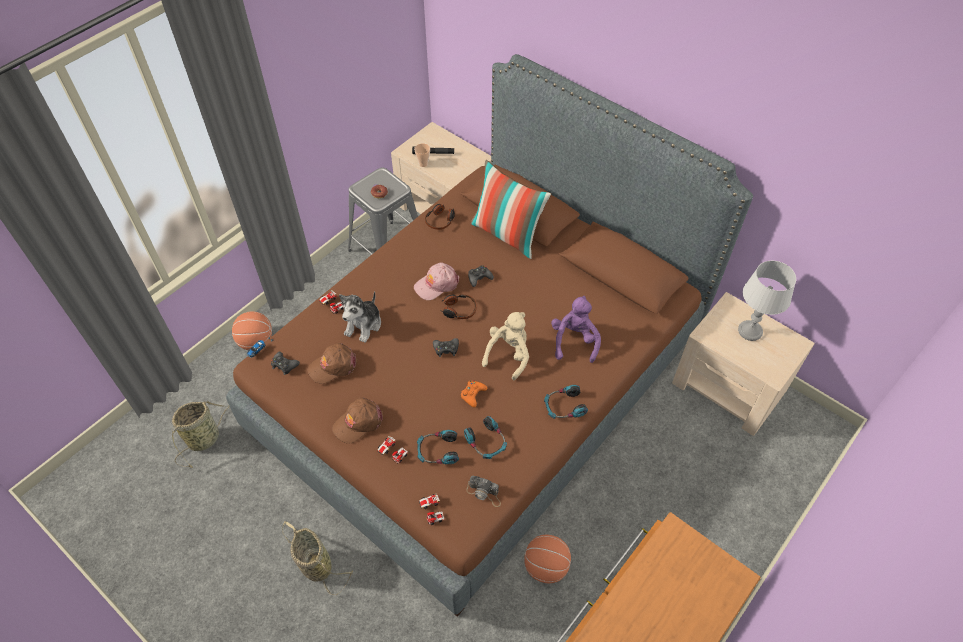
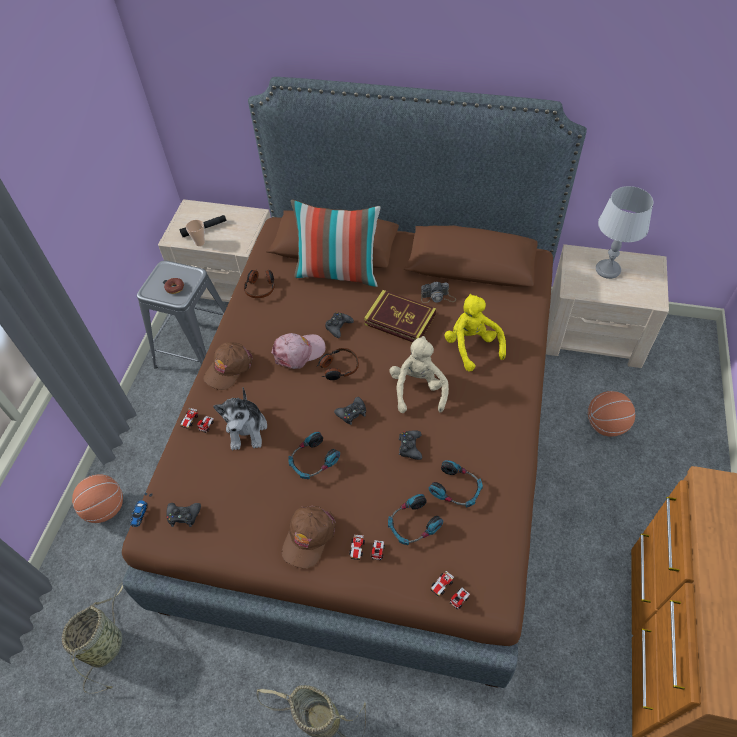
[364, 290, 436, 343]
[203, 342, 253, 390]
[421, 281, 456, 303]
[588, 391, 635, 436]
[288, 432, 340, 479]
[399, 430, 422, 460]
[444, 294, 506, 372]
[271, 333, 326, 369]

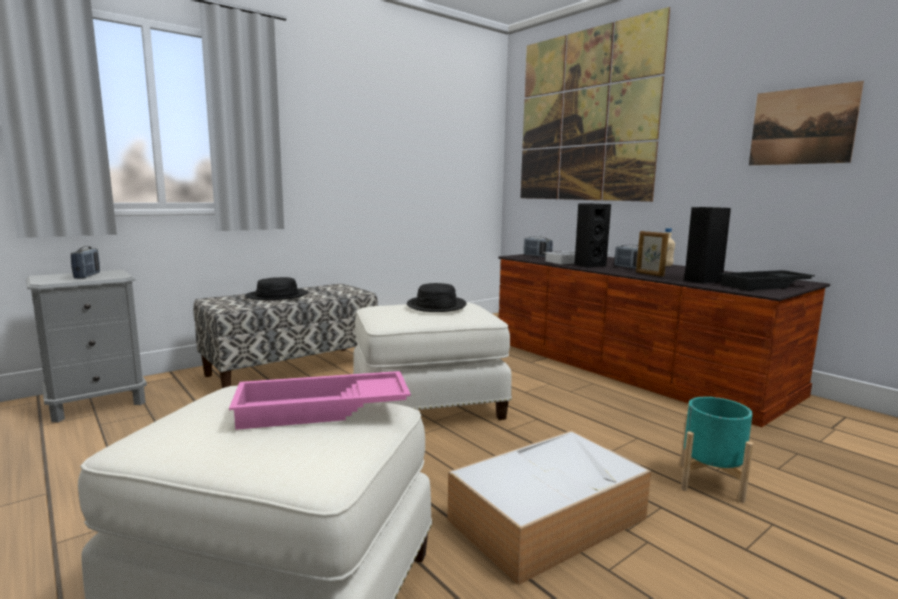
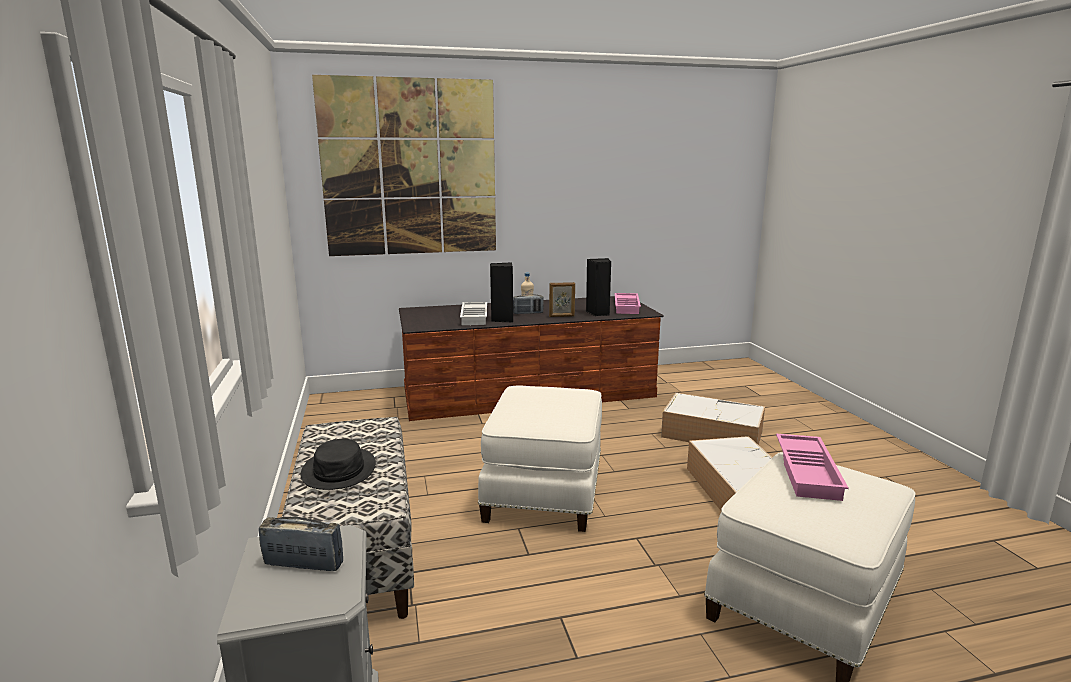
[407, 283, 467, 312] (first image)
[524, 236, 553, 257] (first image)
[749, 81, 864, 165] (first image)
[661, 393, 765, 445]
[615, 293, 641, 314]

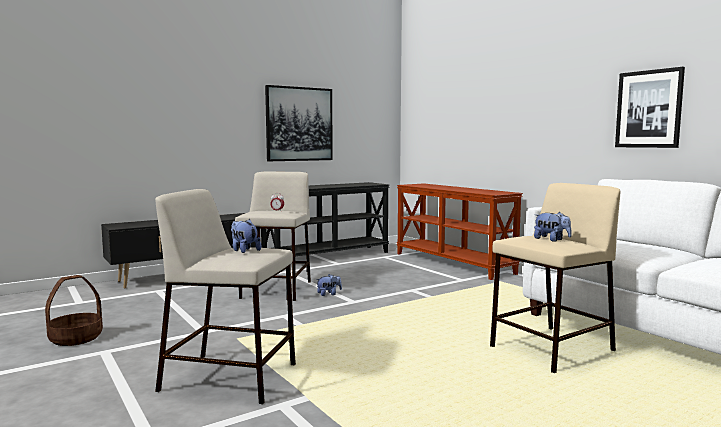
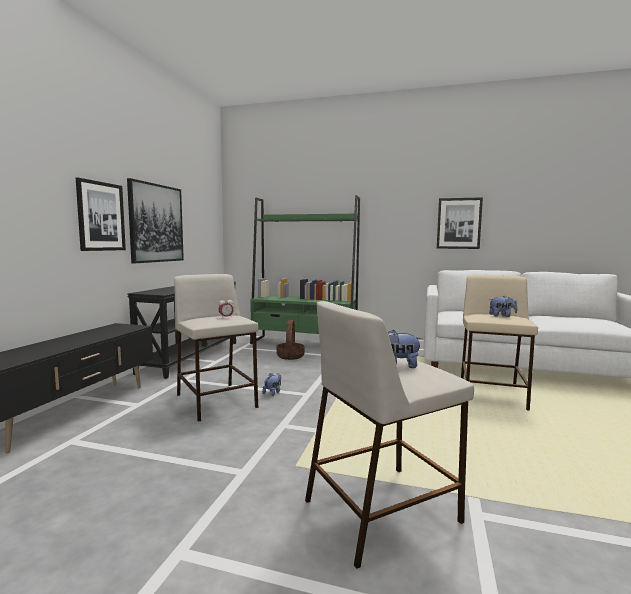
[76, 178, 126, 251]
[276, 320, 305, 360]
[250, 195, 360, 344]

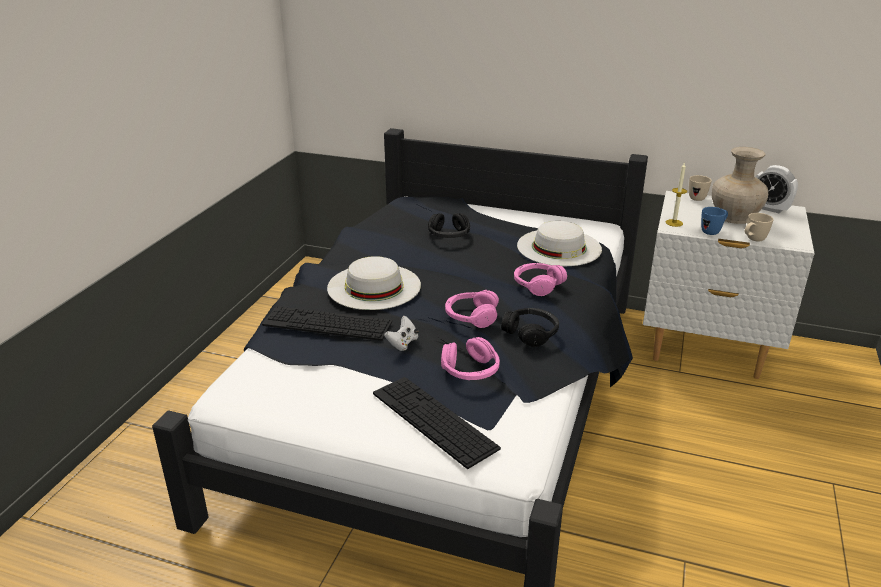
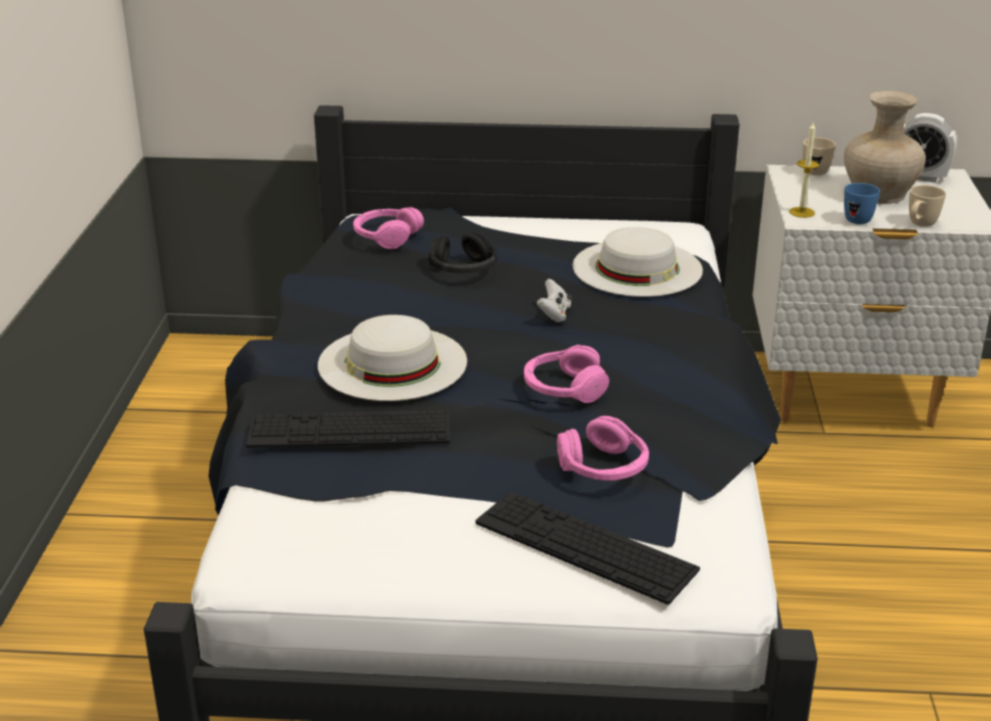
[501, 308, 559, 347] (first image)
[537, 279, 572, 322]
[353, 207, 424, 249]

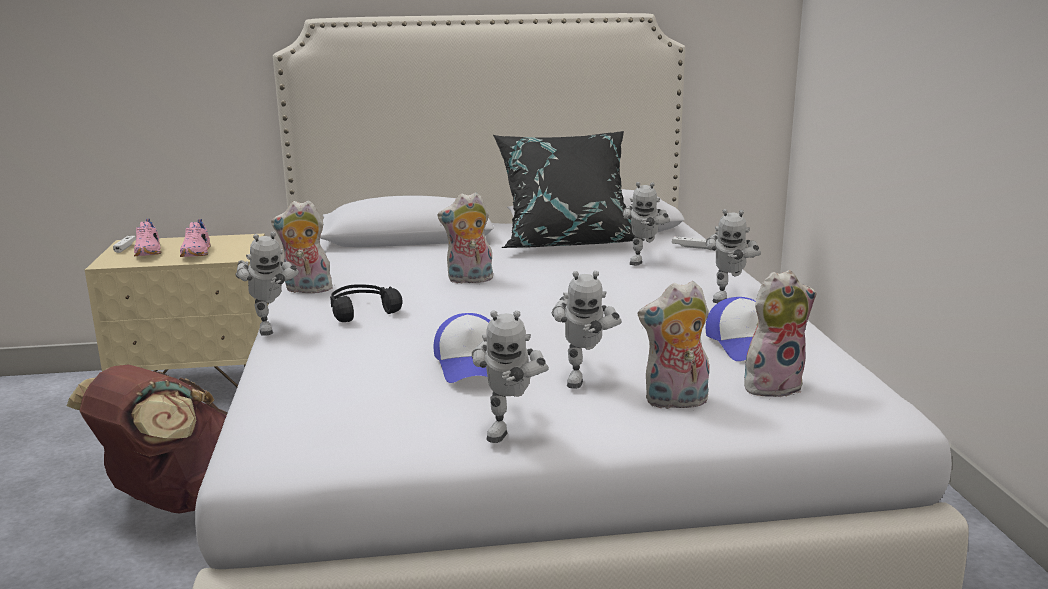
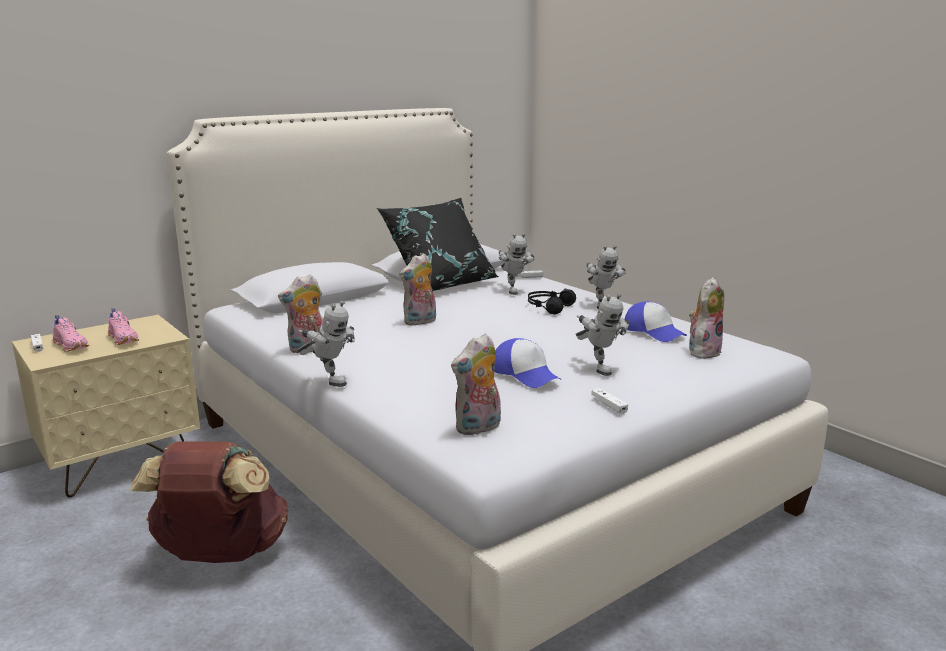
[528, 288, 576, 314]
[451, 334, 501, 435]
[591, 388, 628, 414]

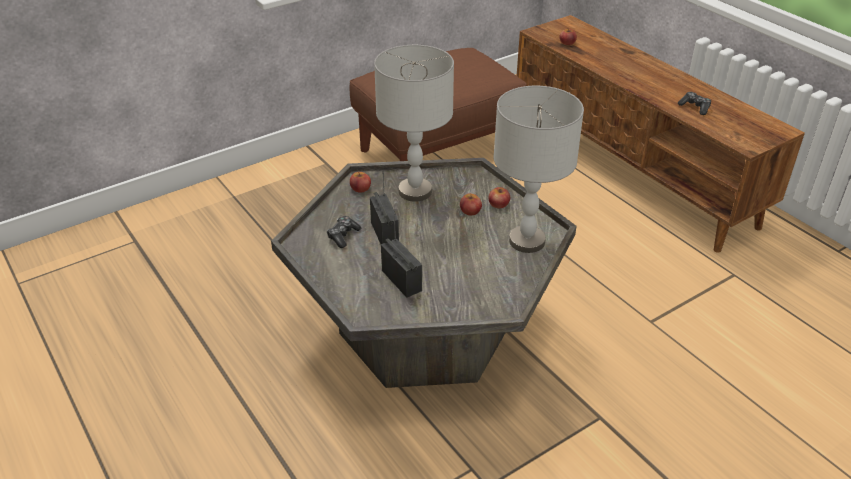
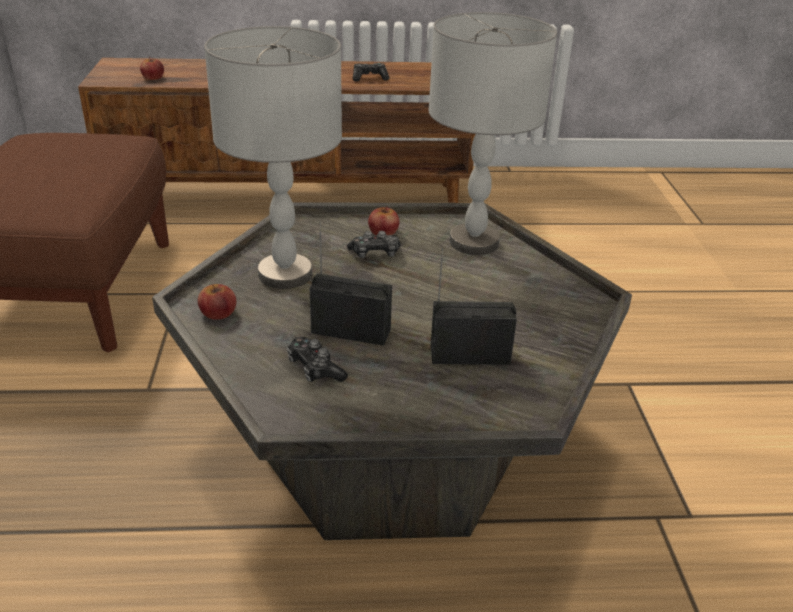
[347, 231, 401, 258]

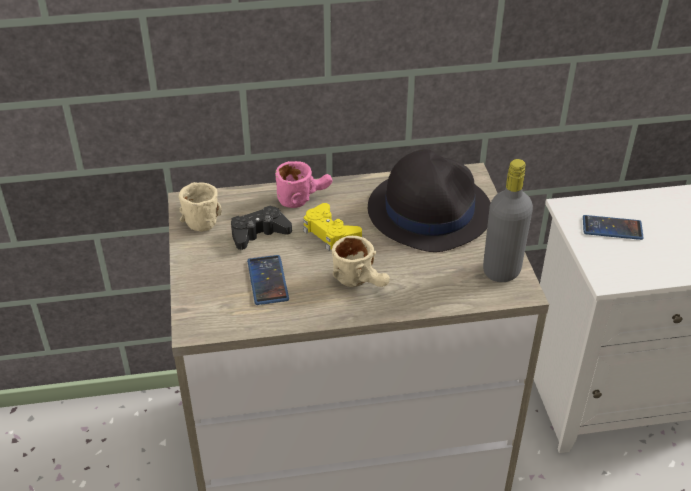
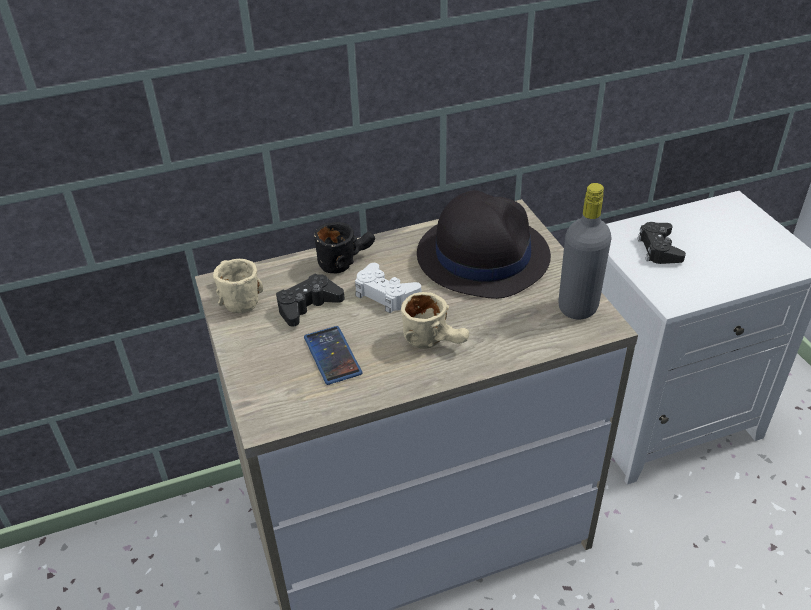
[637, 222, 686, 264]
[314, 222, 375, 274]
[355, 263, 421, 313]

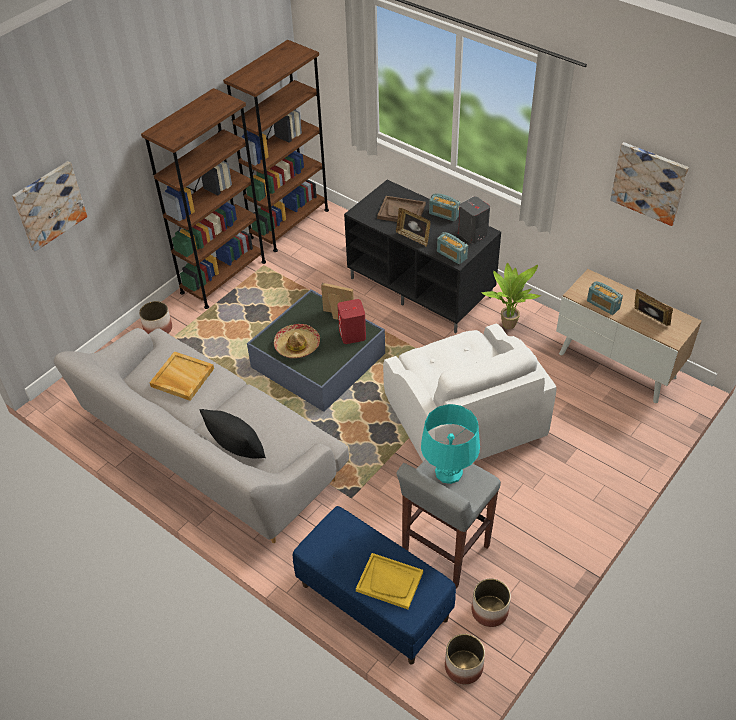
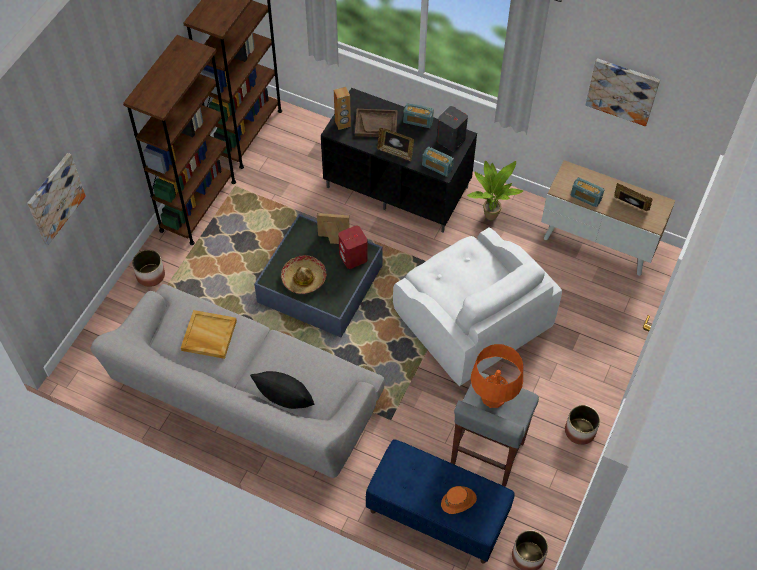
[334, 87, 351, 130]
[565, 405, 600, 445]
[441, 486, 477, 514]
[471, 344, 523, 408]

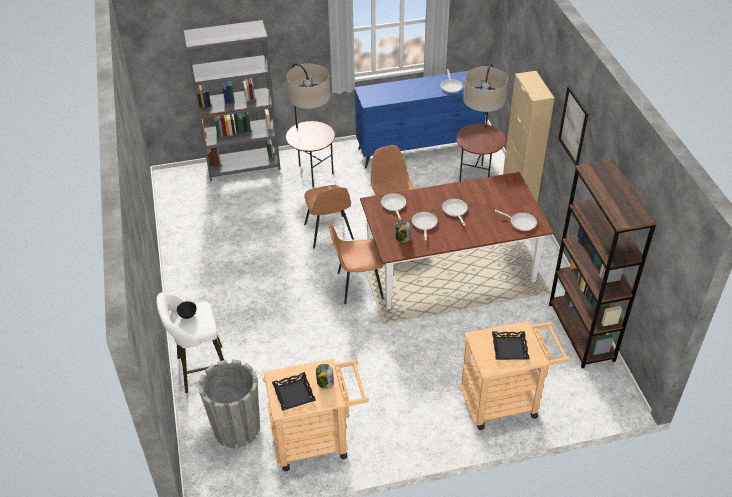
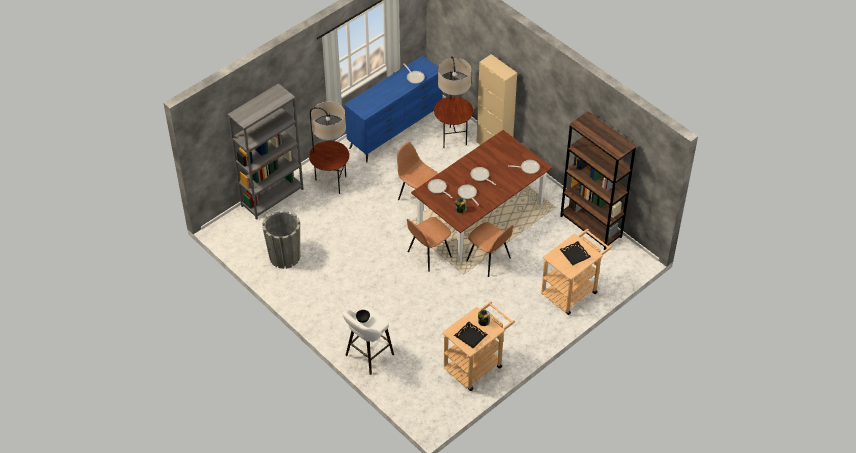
[558, 86, 589, 166] (first image)
[262, 210, 300, 269]
[466, 222, 514, 277]

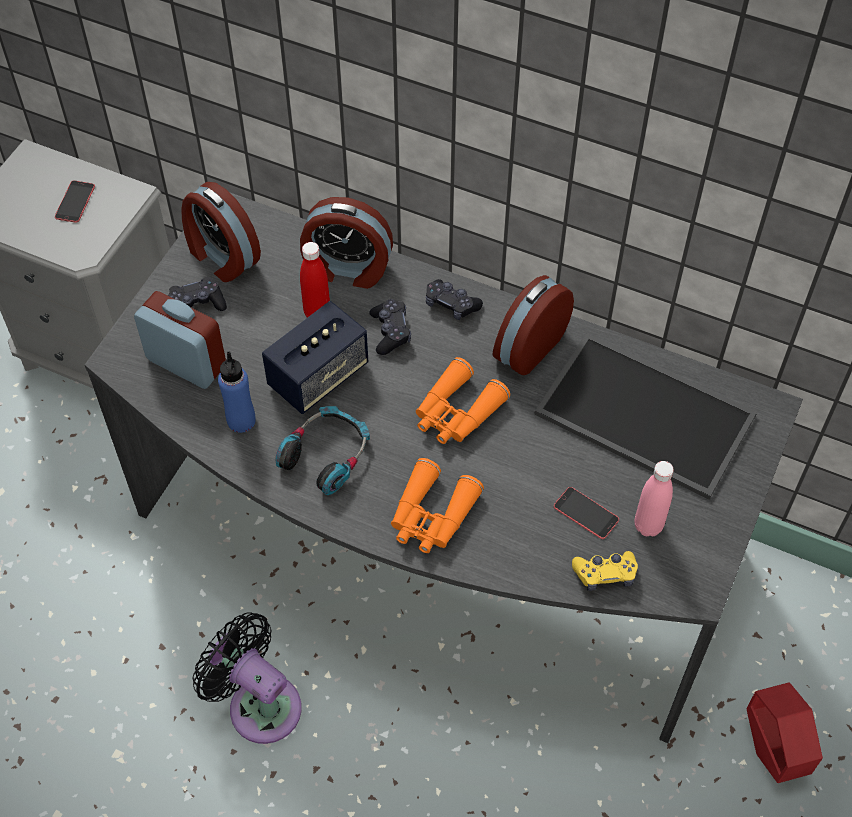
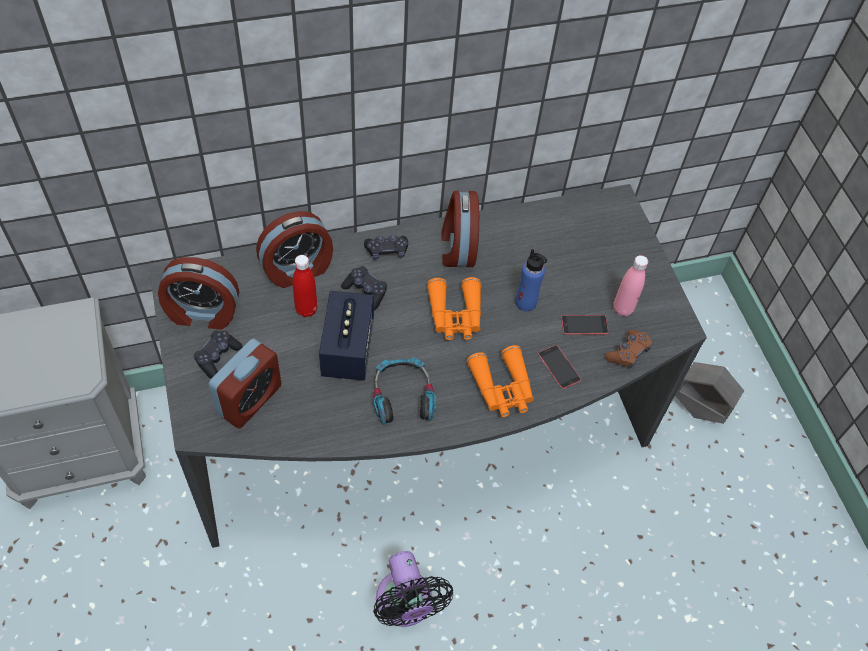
[535, 333, 757, 499] (first image)
[538, 345, 581, 389]
[515, 249, 547, 312]
[605, 330, 652, 368]
[675, 362, 744, 424]
[208, 339, 281, 429]
[373, 551, 453, 627]

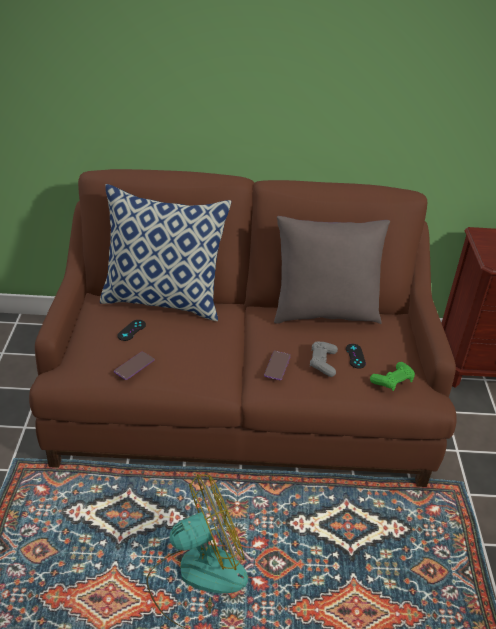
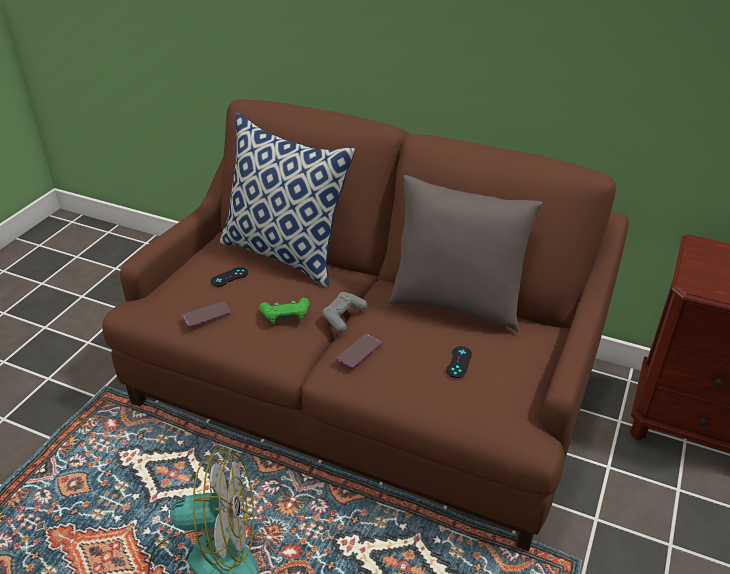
[322, 292, 367, 332]
[259, 298, 310, 324]

